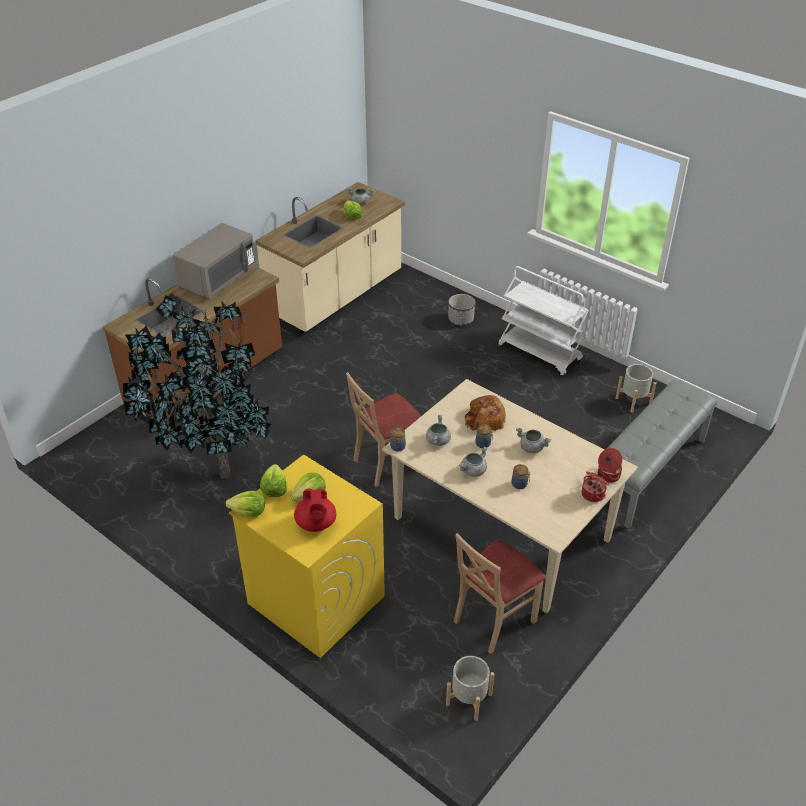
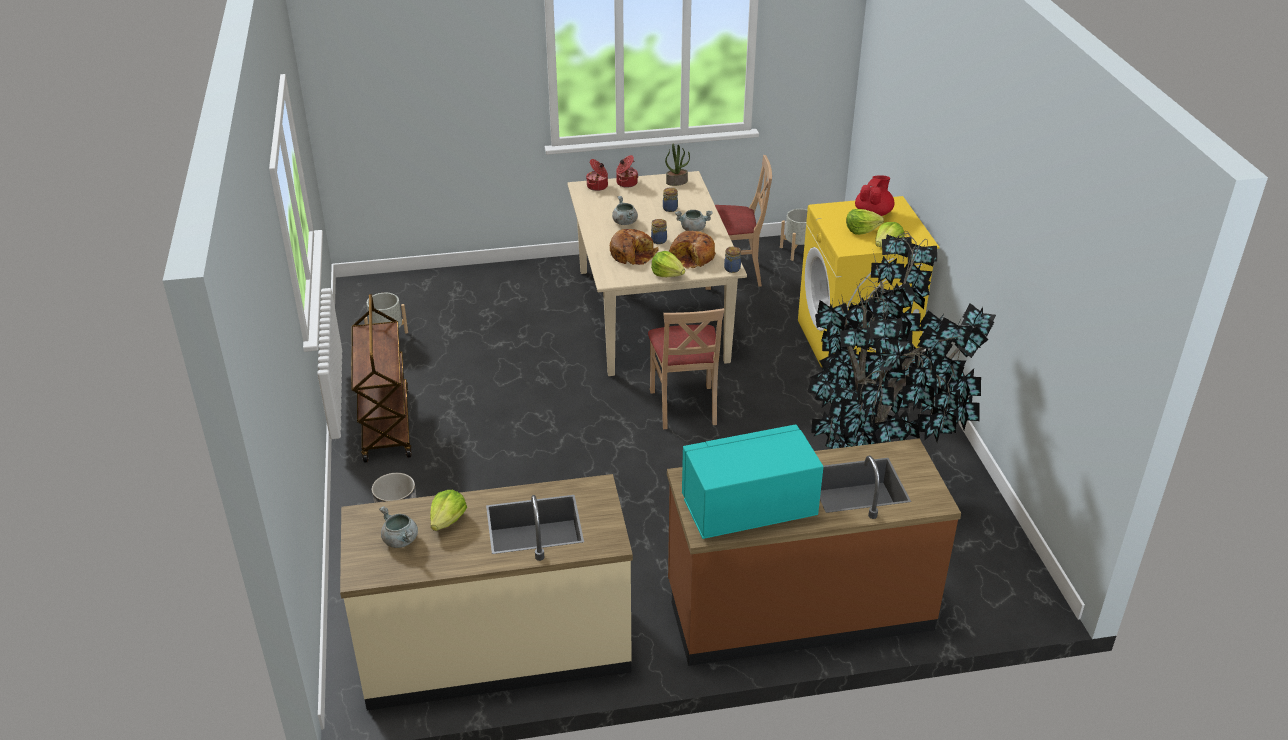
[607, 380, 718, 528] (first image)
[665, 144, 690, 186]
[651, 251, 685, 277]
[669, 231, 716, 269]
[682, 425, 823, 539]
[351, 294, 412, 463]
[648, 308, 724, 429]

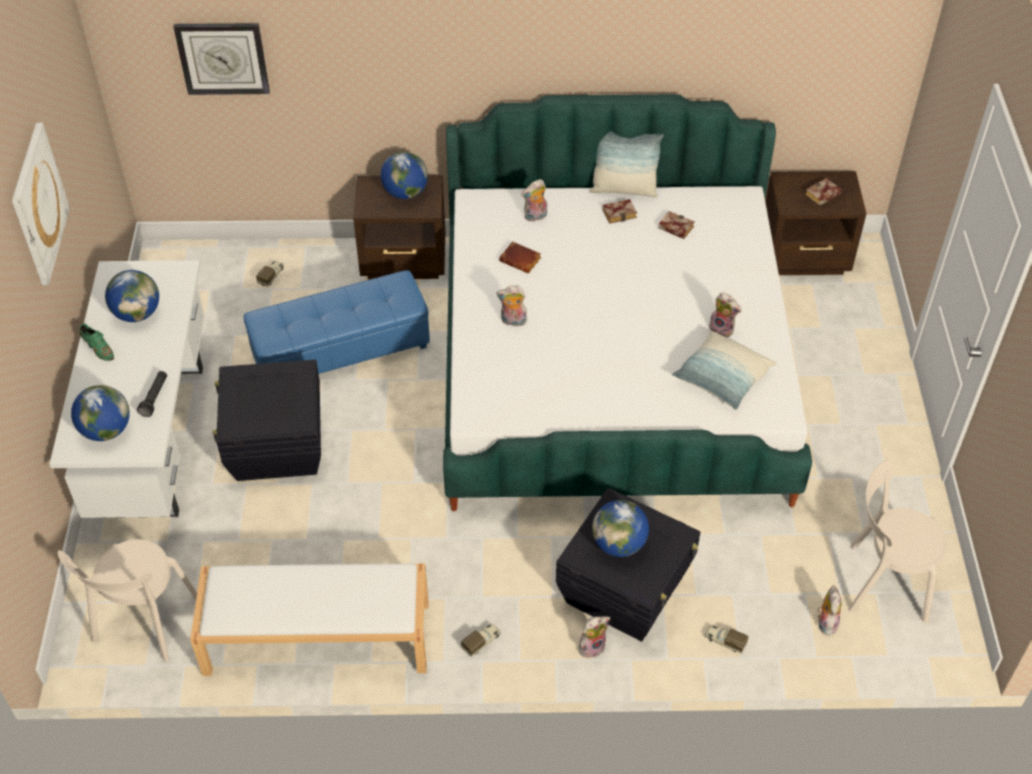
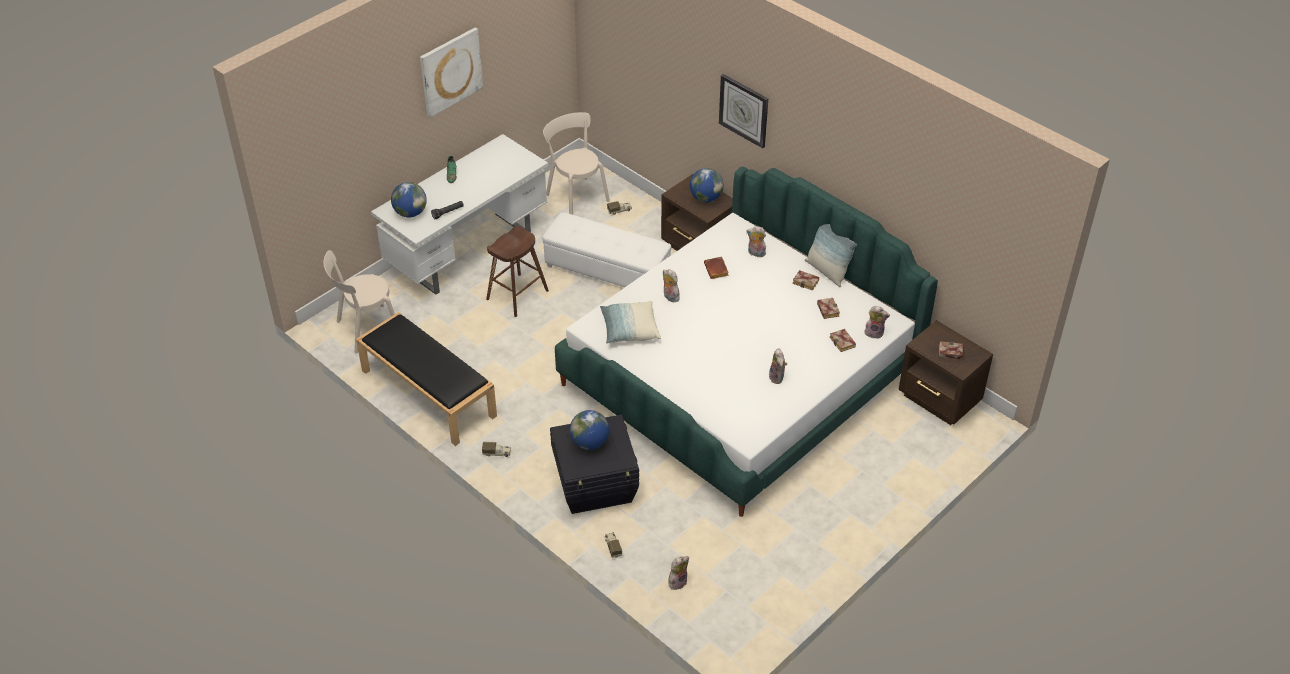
[105, 270, 159, 322] (first image)
[830, 329, 856, 352]
[719, 74, 768, 149]
[864, 306, 890, 339]
[600, 301, 661, 344]
[543, 112, 610, 215]
[486, 226, 549, 317]
[356, 312, 497, 446]
[543, 212, 671, 287]

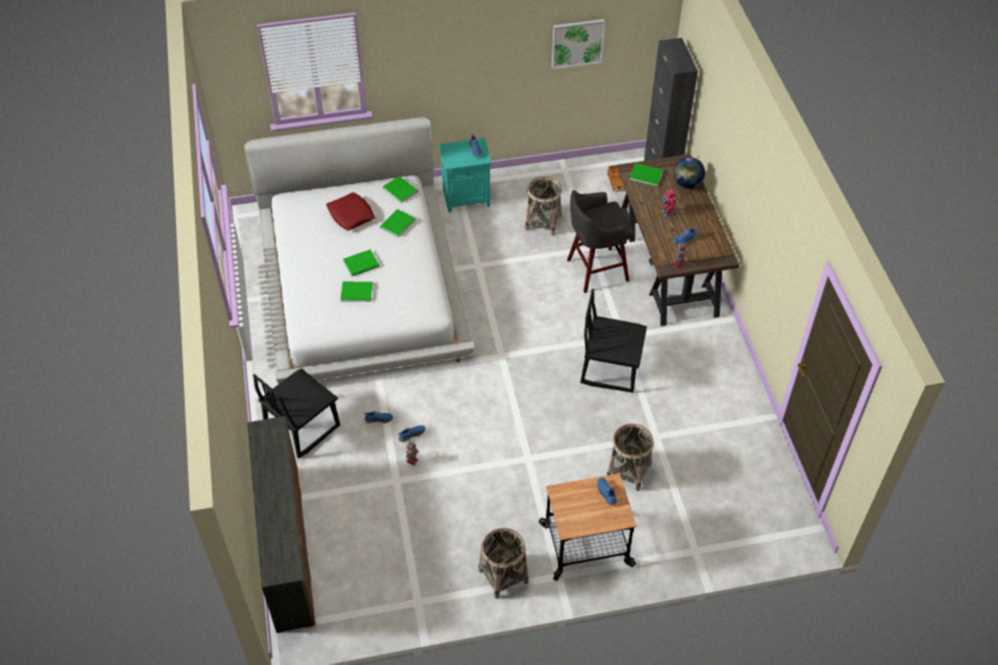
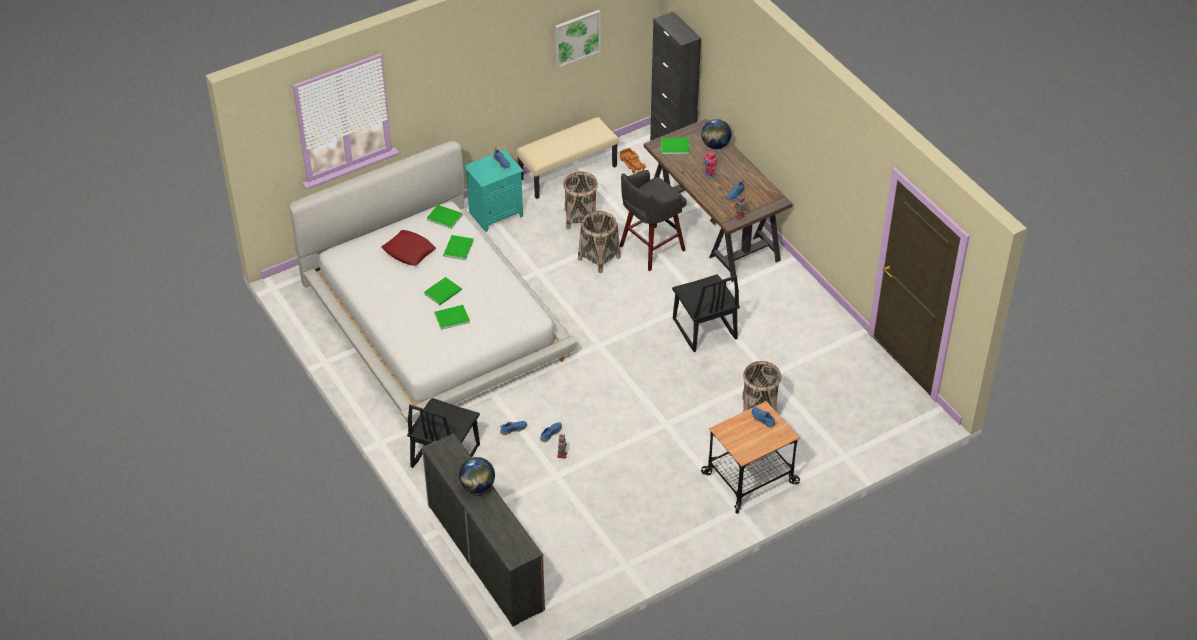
[459, 457, 495, 493]
[516, 117, 619, 199]
[578, 211, 621, 273]
[672, 274, 740, 352]

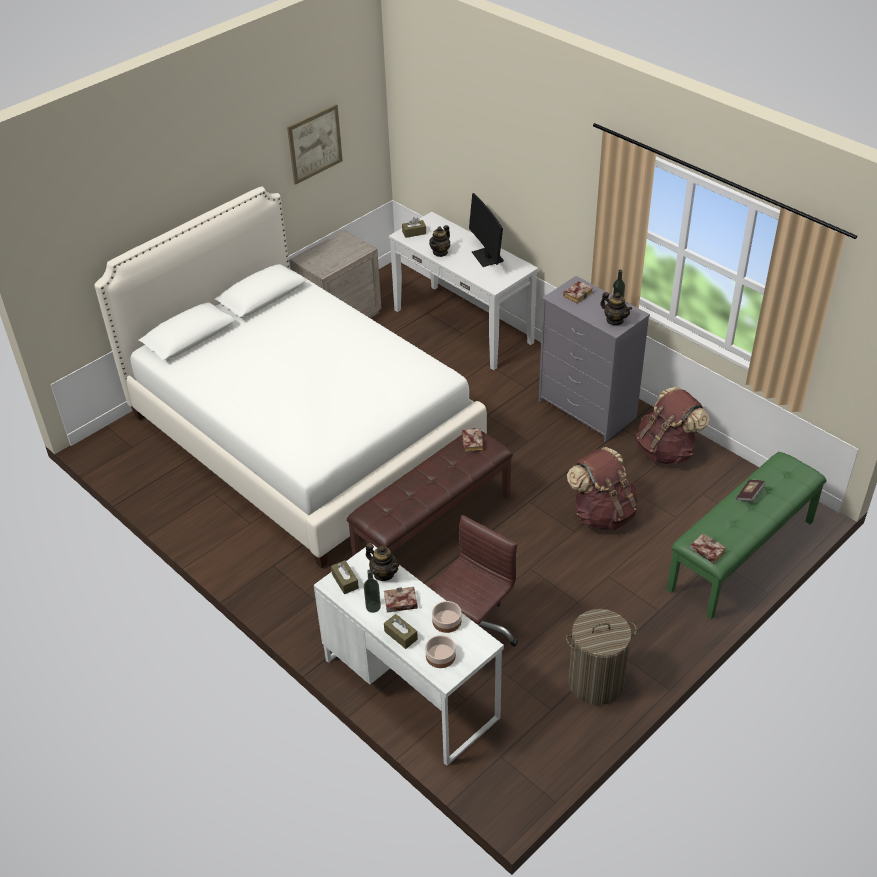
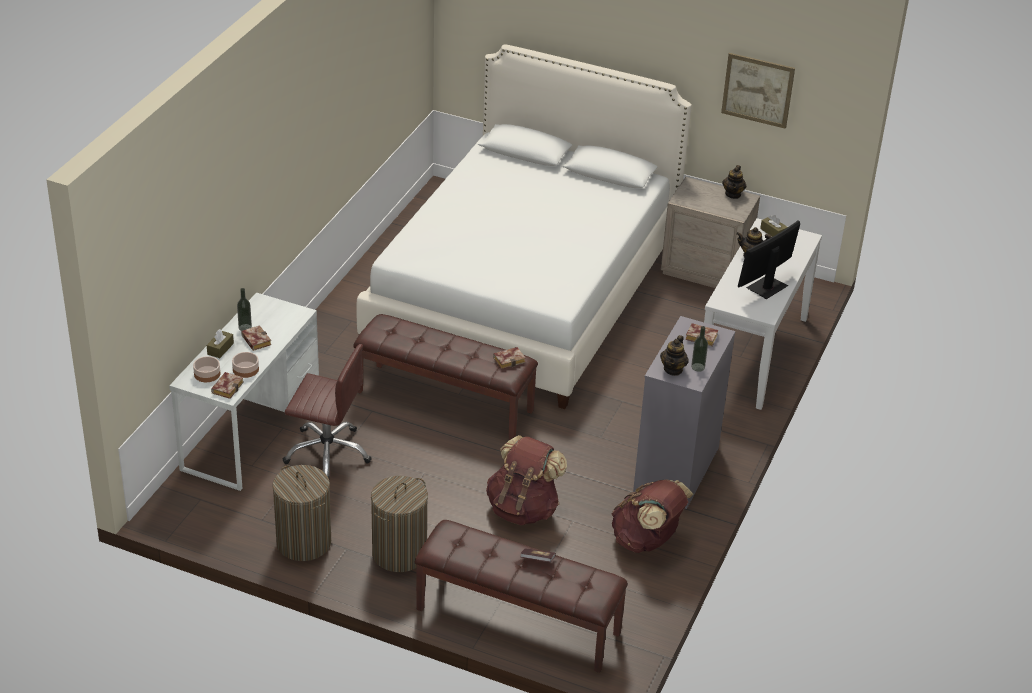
[331, 560, 359, 594] (first image)
[371, 476, 428, 572]
[722, 165, 746, 199]
[211, 372, 244, 399]
[415, 520, 628, 673]

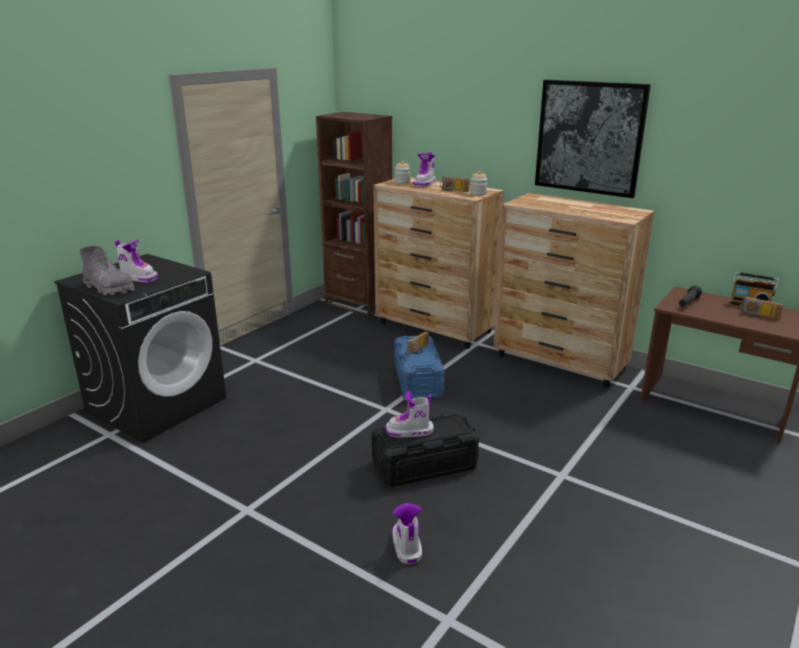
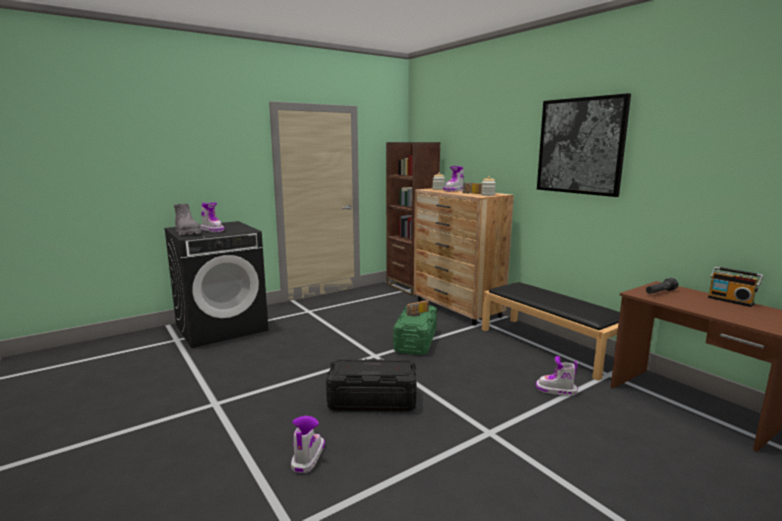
[740, 297, 783, 320] (first image)
[536, 356, 578, 396]
[482, 282, 620, 381]
[393, 306, 437, 355]

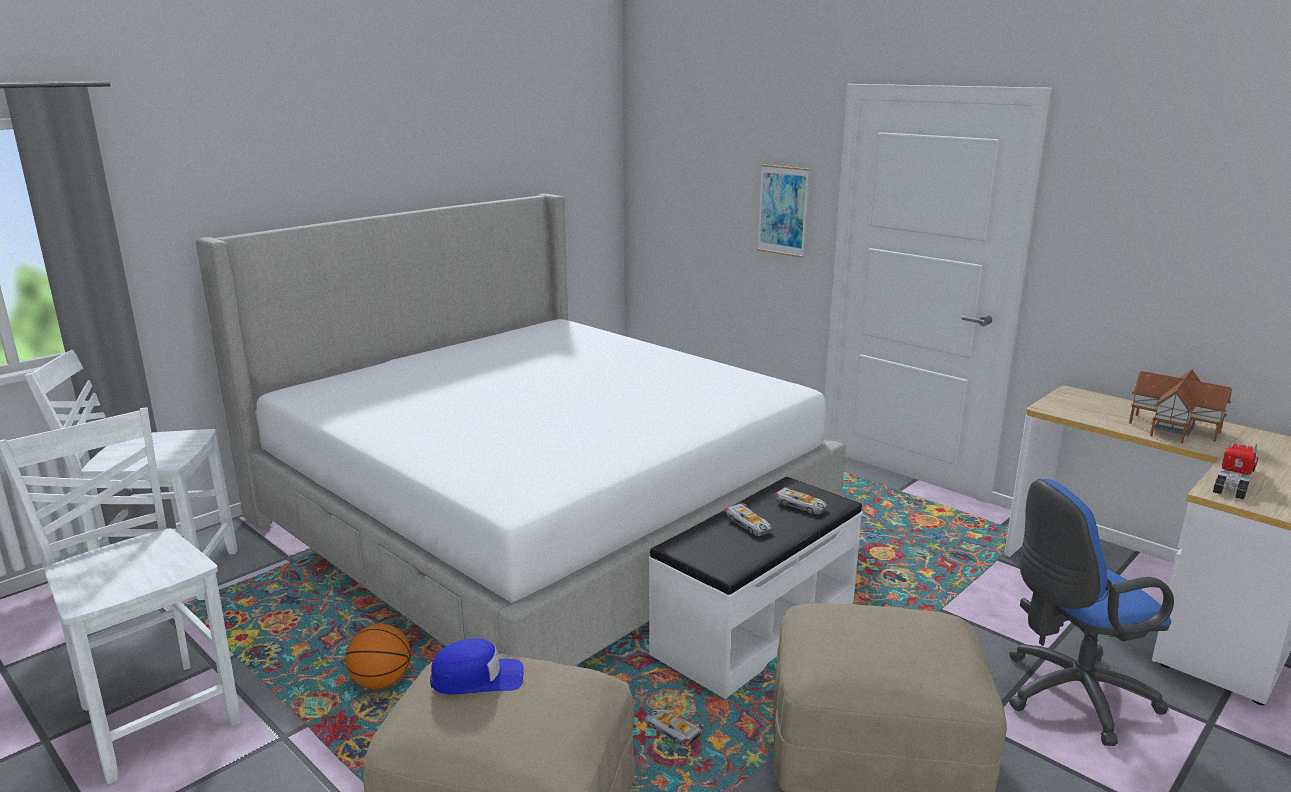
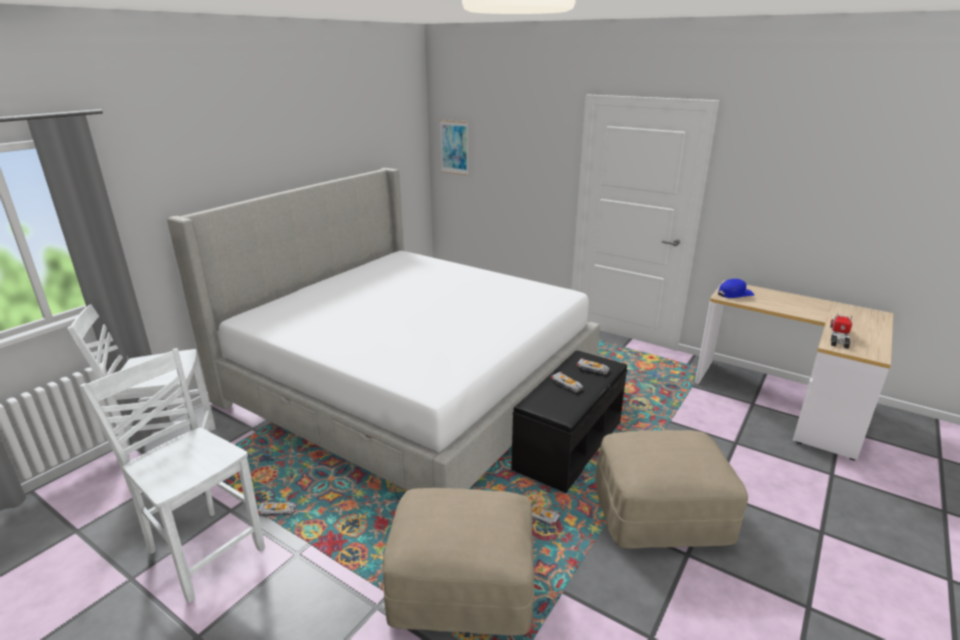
[346, 624, 411, 689] (first image)
[1009, 479, 1174, 746] (first image)
[1129, 370, 1232, 443] (first image)
[258, 501, 296, 517]
[718, 279, 754, 298]
[440, 120, 469, 175]
[511, 350, 628, 493]

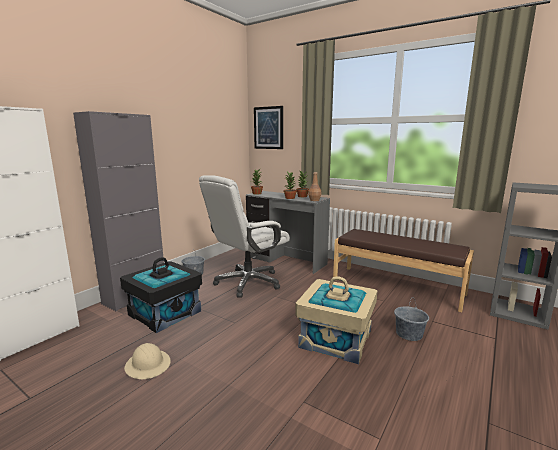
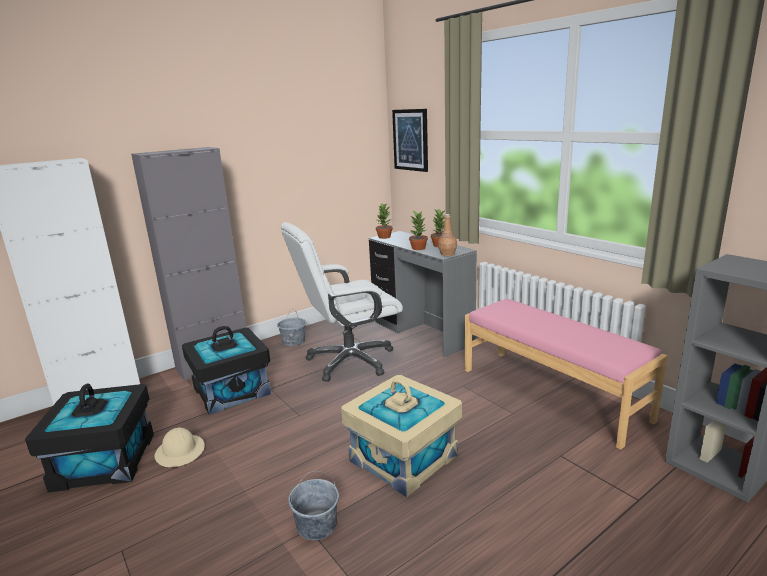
[25, 383, 154, 492]
[288, 471, 339, 540]
[465, 299, 668, 450]

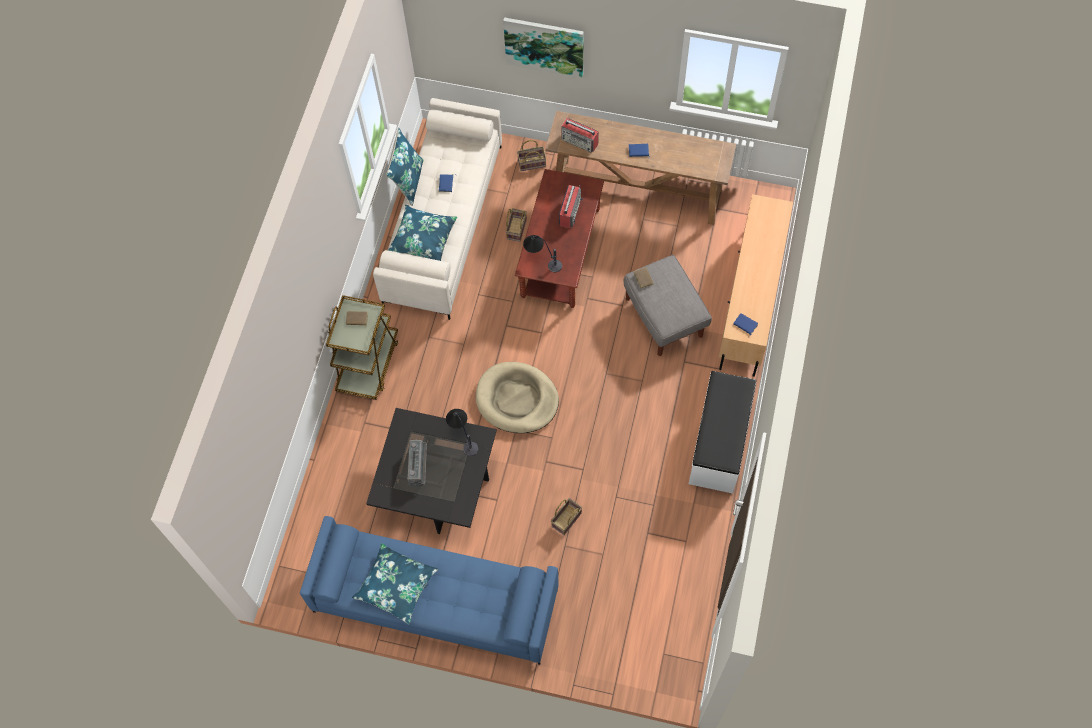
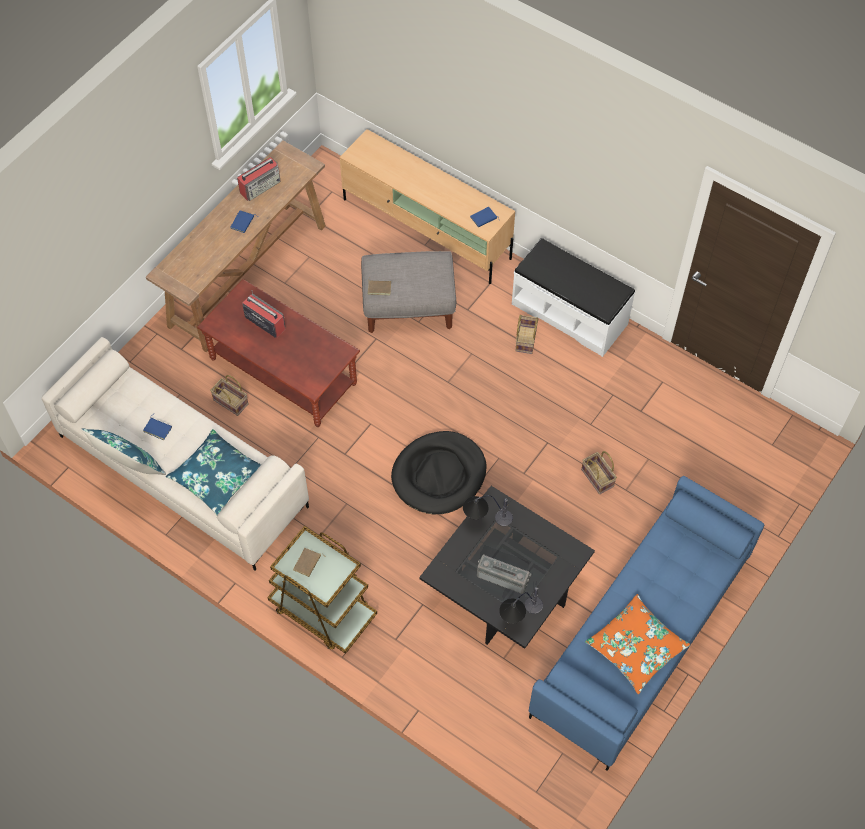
[503, 17, 584, 78] (first image)
[515, 315, 538, 354]
[499, 587, 543, 624]
[237, 157, 281, 201]
[585, 594, 690, 694]
[391, 431, 487, 514]

